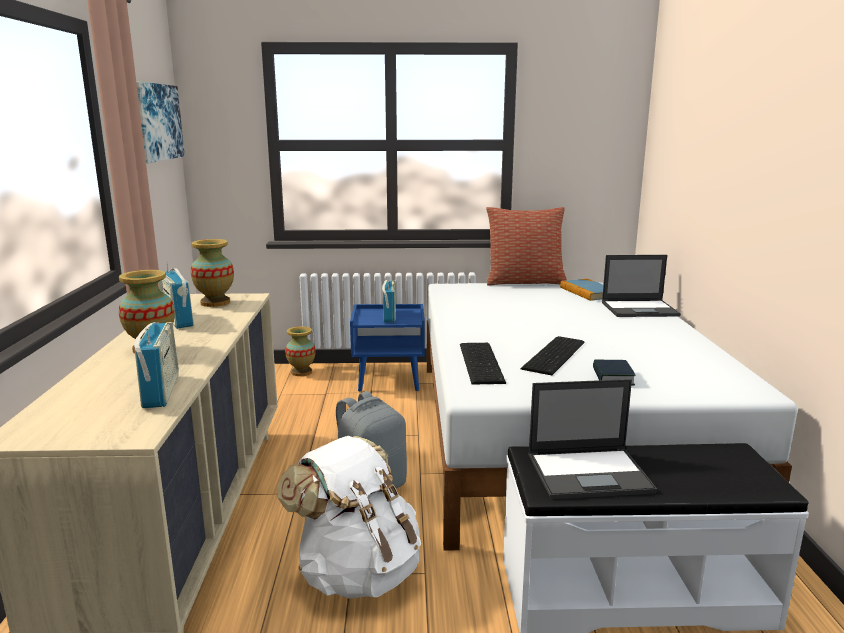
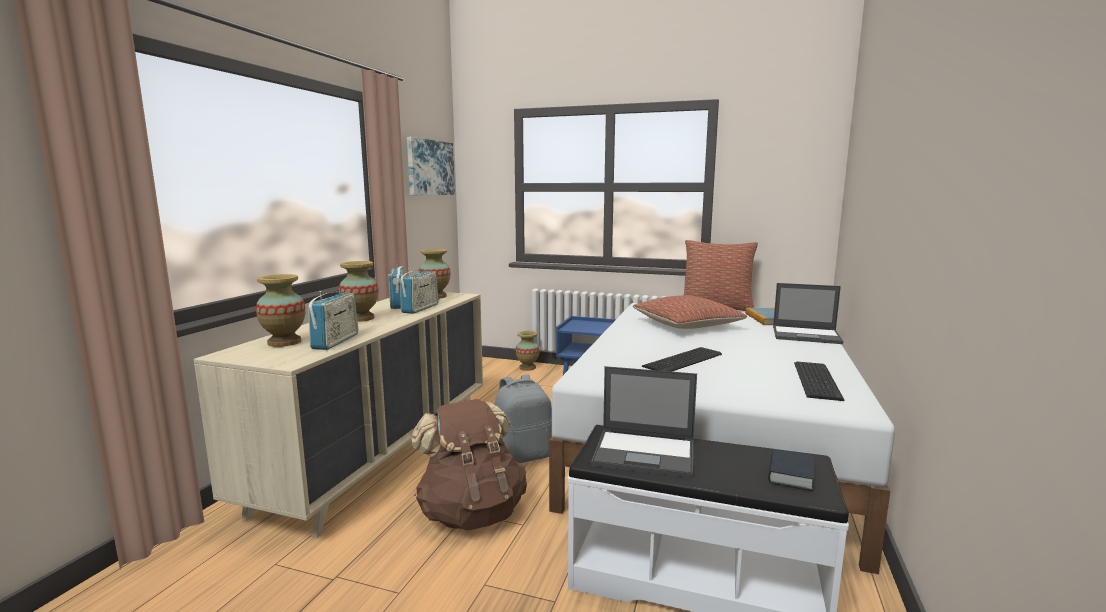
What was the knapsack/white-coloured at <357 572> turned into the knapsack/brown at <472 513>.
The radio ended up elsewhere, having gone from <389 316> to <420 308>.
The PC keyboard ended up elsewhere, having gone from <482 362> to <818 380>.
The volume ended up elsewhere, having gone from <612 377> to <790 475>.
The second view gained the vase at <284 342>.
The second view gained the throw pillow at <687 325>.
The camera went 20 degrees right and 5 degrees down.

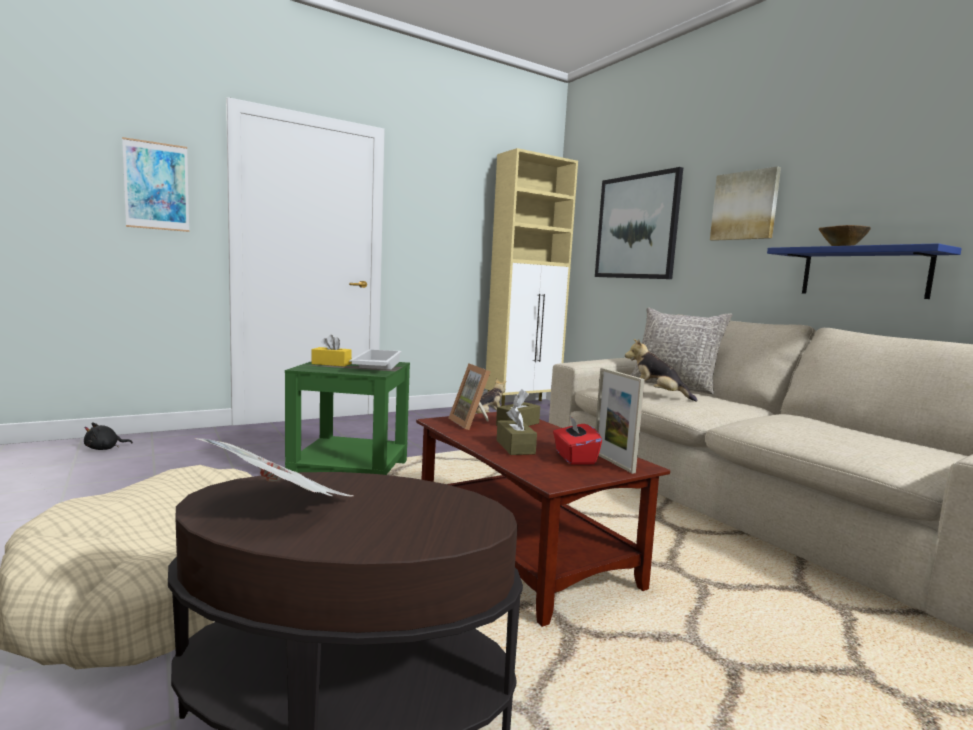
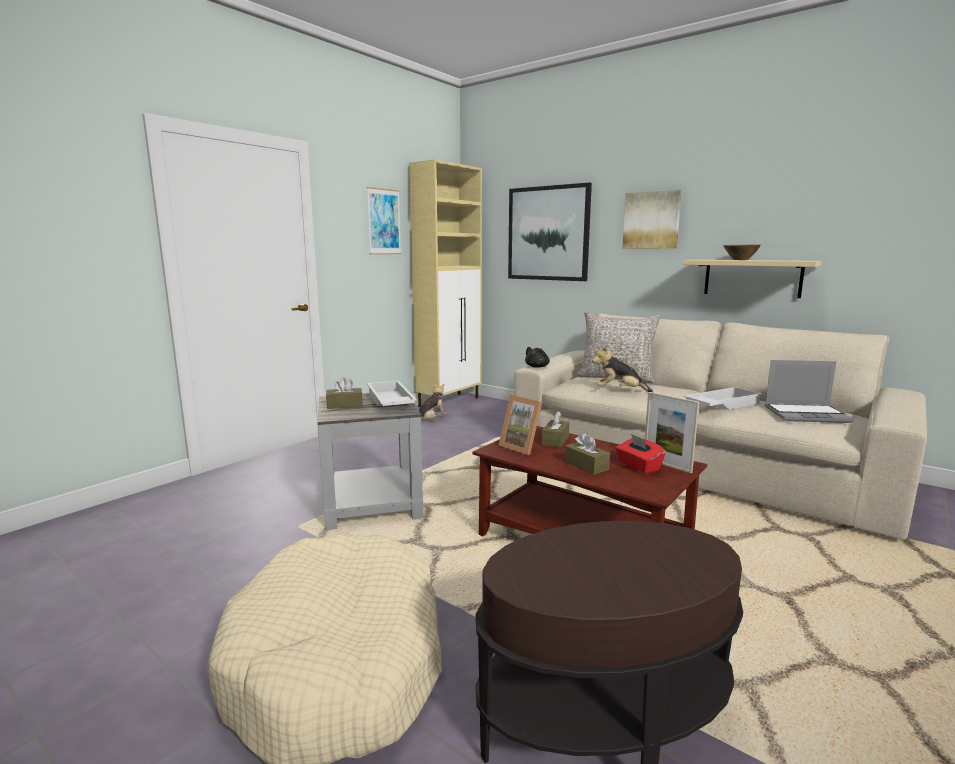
The plush toy/black ended up elsewhere, having gone from <104 449> to <537 367>.
The picture ended up elsewhere, having gone from <157 186> to <384 222>.
The second view lost the newspaper at <279 506>.
What was the accent table/green at <352 472> turned into the accent table/greyish at <372 503>.
What was the tissue box/yellow at <331 364> turned into the tissue box/brown at <345 405>.
What was the shelf/bluish at <864 272> turned into the shelf/beige at <752 278>.
The second view gained the serving tray/white-coloured at <722 404>.
The second view gained the notebook computer at <807 414>.
The camera went 20 degrees left and 5 degrees up.

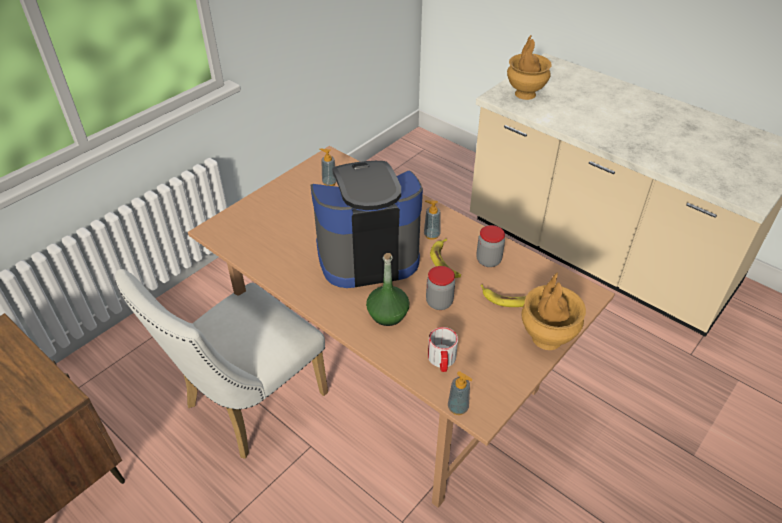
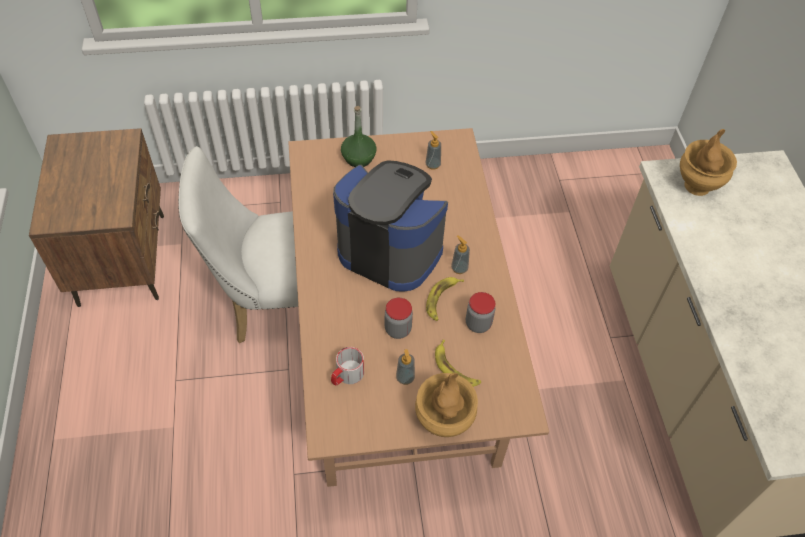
The beverage bottle/green ended up elsewhere, having gone from <387 314> to <358 158>.
The soap bottle ended up elsewhere, having gone from <458 408> to <405 378>.
The camera went 40 degrees right and 10 degrees up.

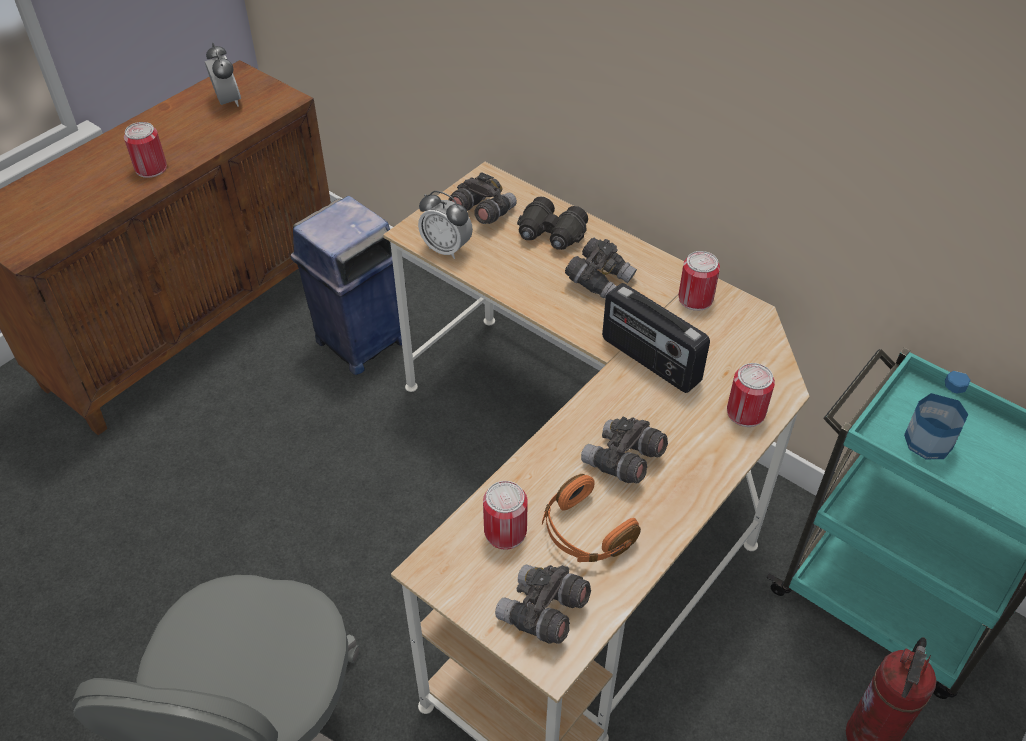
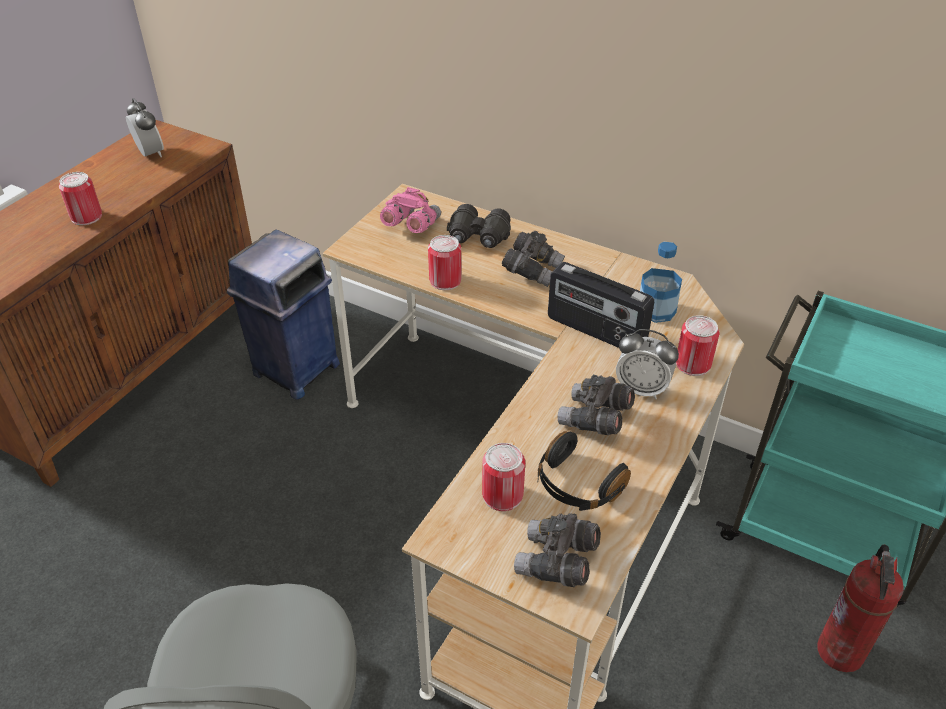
The table clock ended up elsewhere, having gone from <446 249> to <642 388>.
What was the pair of binoculars/greyish at <482 213> turned into the pair of binoculars/pink at <411 226>.
What was the headphones/orangey at <585 533> turned into the headphones/black at <577 485>.
The can ended up elsewhere, having gone from <695 298> to <445 280>.
The beverage bottle ended up elsewhere, having gone from <928 441> to <656 310>.
The camera went 10 degrees left and 5 degrees down.

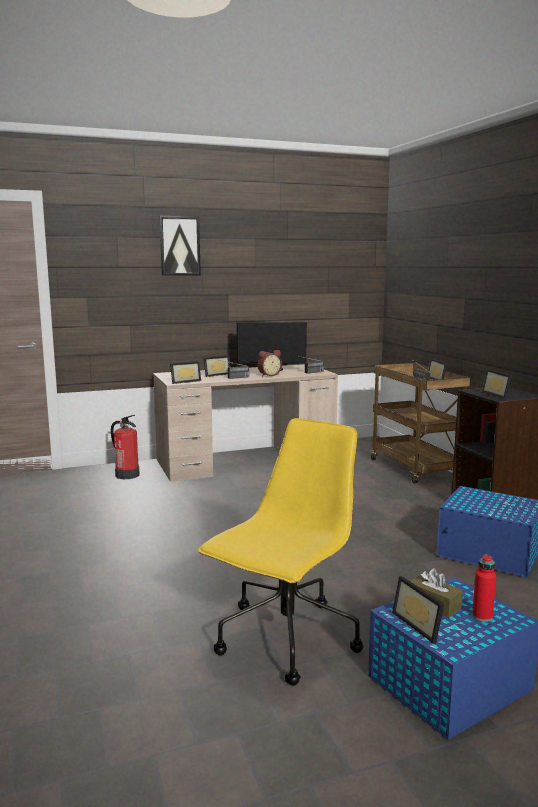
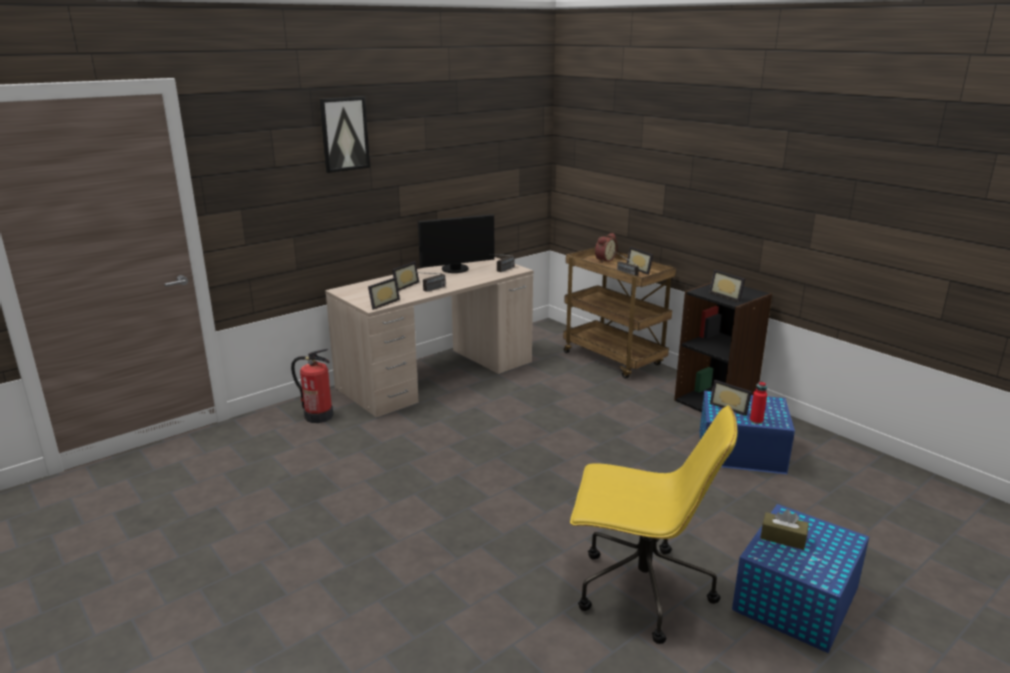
The office chair/yellow at <286 640> ended up facing another way, 90 degrees clockwise from before.
The table clock ended up elsewhere, having gone from <269 375> to <604 260>.
The photo frame ended up elsewhere, having gone from <421 625> to <730 407>.
The beverage bottle/red ended up elsewhere, having gone from <482 616> to <756 421>.
The camera went 20 degrees left and 10 degrees up.

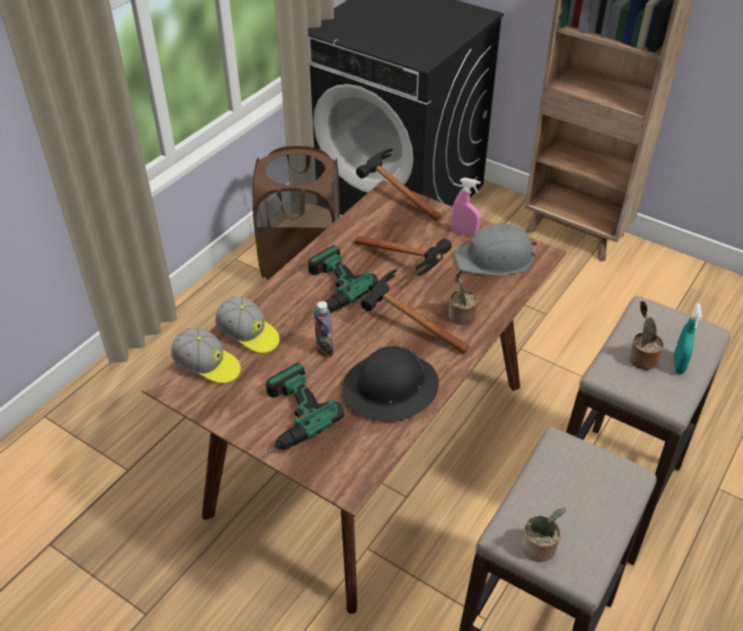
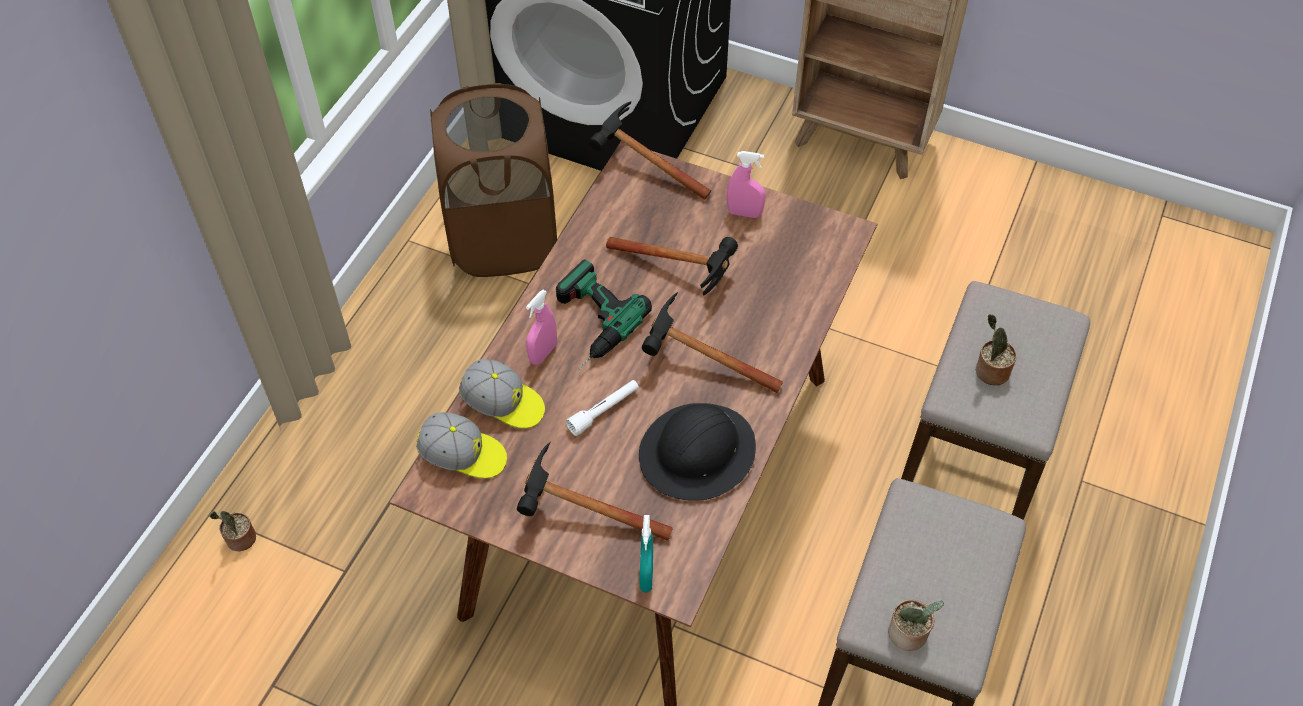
Where the power drill stood at <284 418>, the hammer came to stand at <578 514>.
Where the beverage bottle stood at <324 349>, the flashlight/white-coloured came to stand at <604 411>.
The houseplant ended up elsewhere, having gone from <461 317> to <240 540>.
The second view lost the hard hat/greyish at <495 258>.
The spray bottle/turquoise-coloured ended up elsewhere, having gone from <678 364> to <646 575>.
The second view gained the spray bottle/pink at <543 353>.
The camera went 10 degrees left and 10 degrees up.

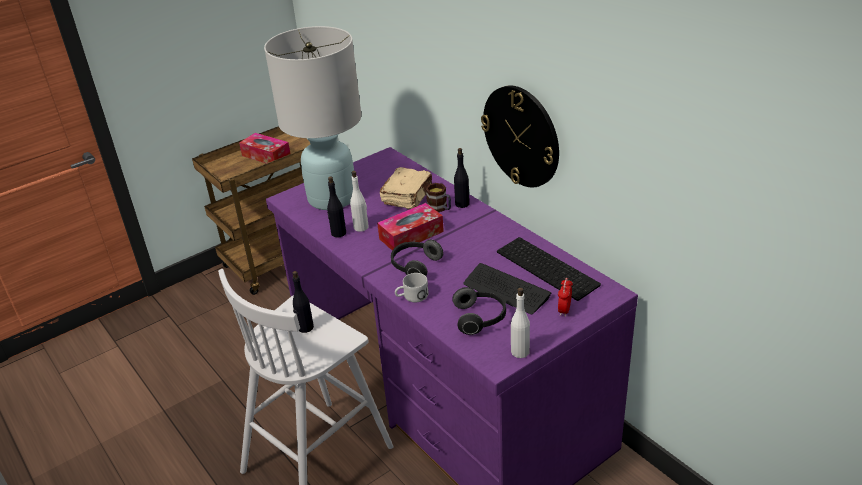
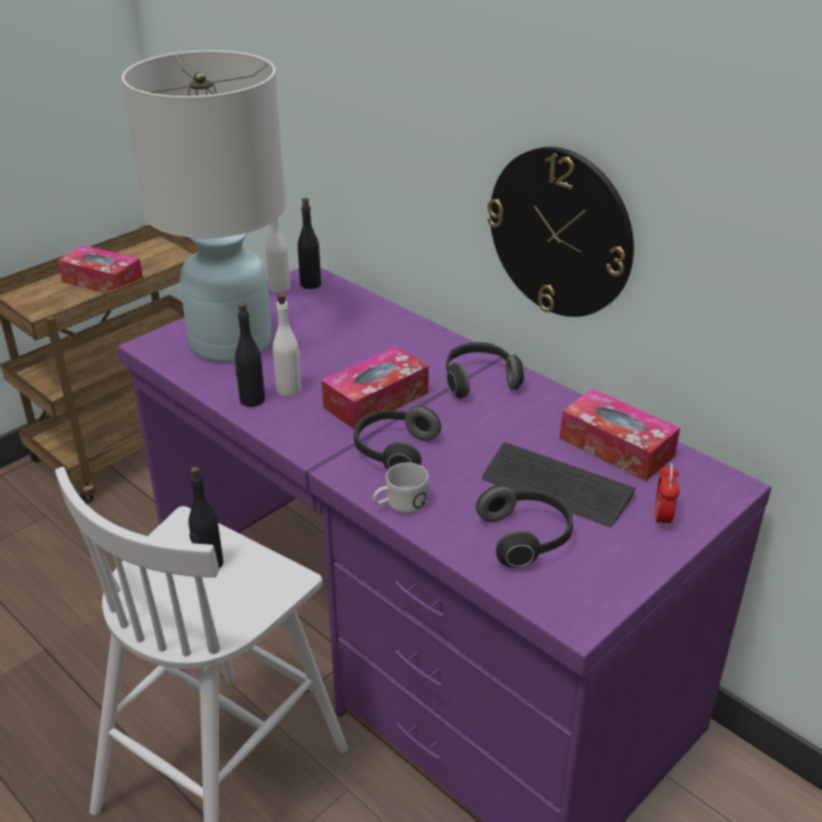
The second view lost the volume/beige at <408 196>.
The second view lost the coffee mug at <440 208>.
The beverage bottle/black ended up elsewhere, having gone from <462 204> to <310 284>.
Where the PC keyboard stood at <549 268>, the tissue box came to stand at <616 447>.
The beverage bottle/white-coloured ended up elsewhere, having gone from <520 351> to <279 287>.
The second view gained the headphones at <479 381>.
The camera went 10 degrees left and 0 degrees up.

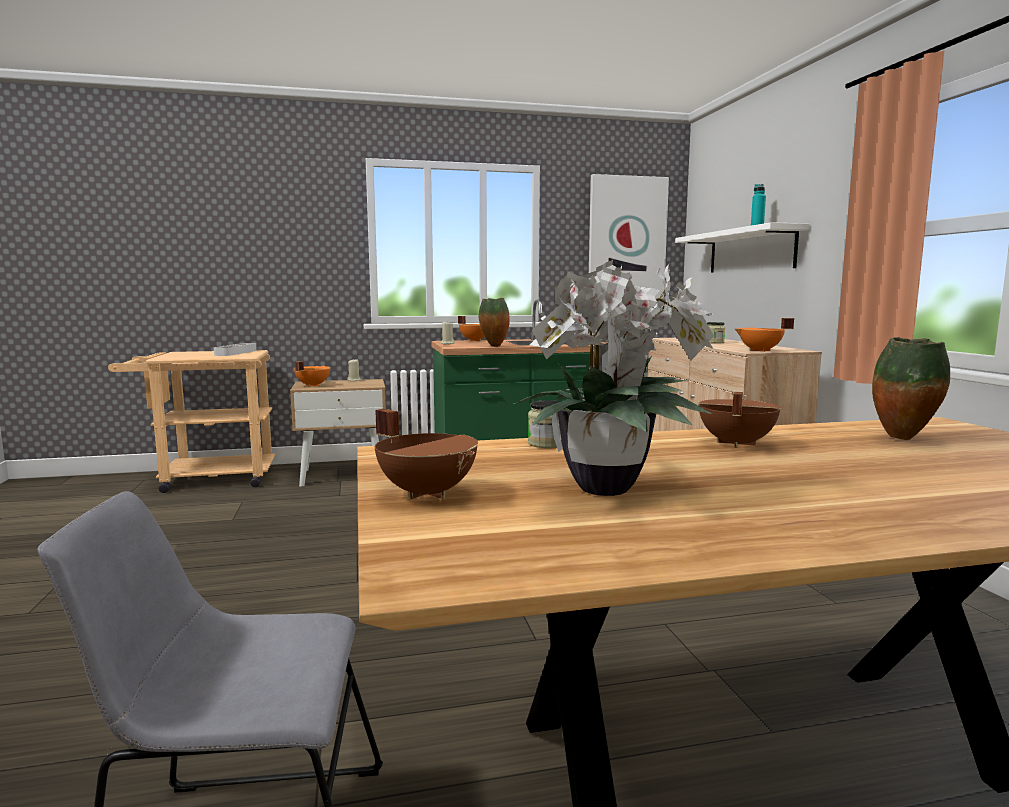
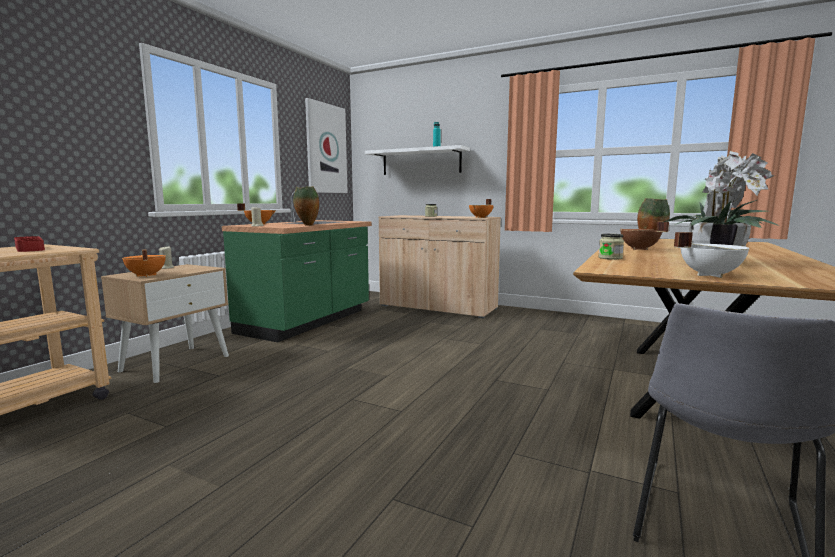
What was the serving tray/greyish at <236 353> turned into the serving tray/red at <29 248>.
What was the stockpot/brown at <428 492> turned into the stockpot/white-coloured at <709 275>.
The camera went 50 degrees left and 0 degrees up.

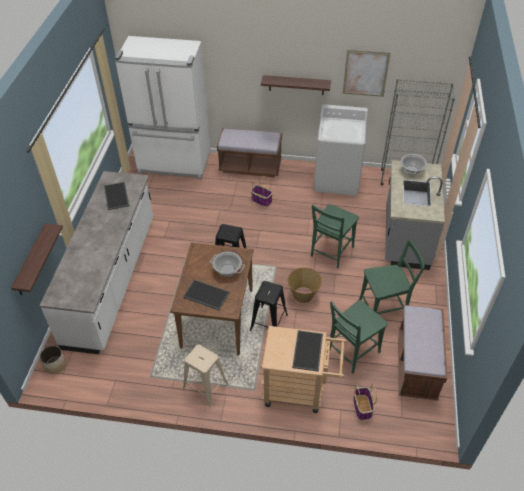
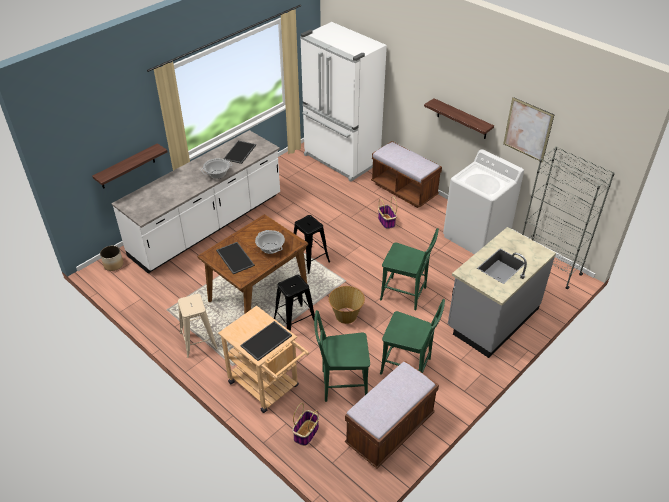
The chair/green at <330 253> ended up facing another way, 135 degrees counterclockwise from before.
The stockpot ended up elsewhere, having gone from <412 170> to <217 174>.
The camera went 35 degrees right and 5 degrees down.

